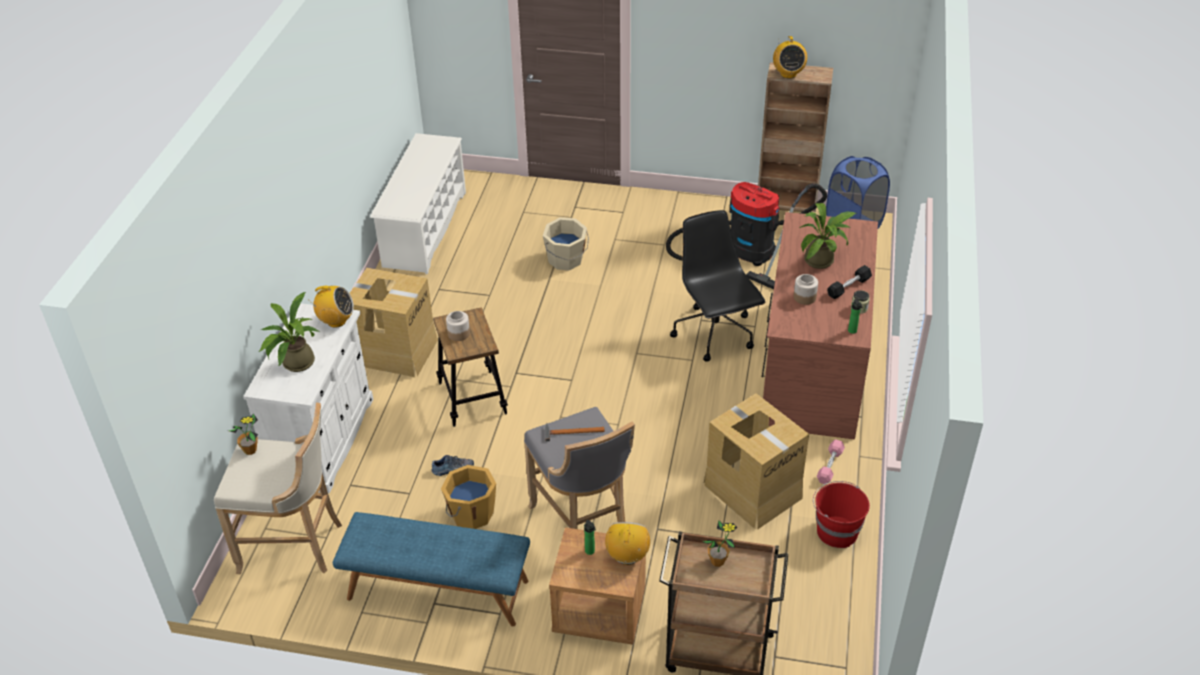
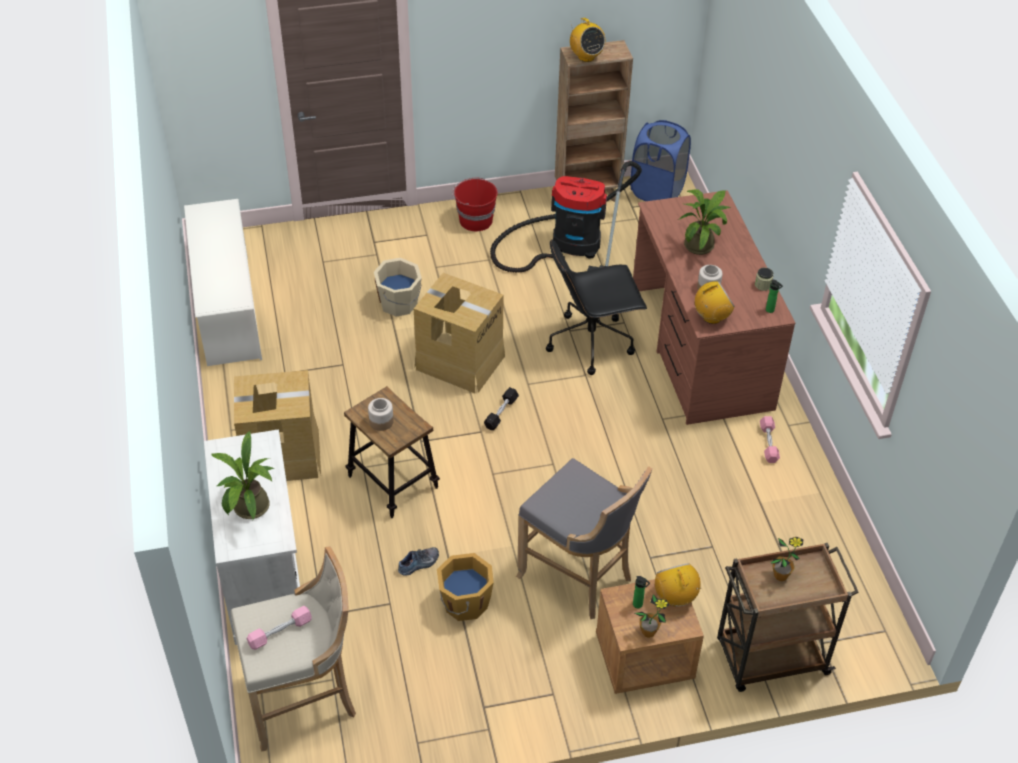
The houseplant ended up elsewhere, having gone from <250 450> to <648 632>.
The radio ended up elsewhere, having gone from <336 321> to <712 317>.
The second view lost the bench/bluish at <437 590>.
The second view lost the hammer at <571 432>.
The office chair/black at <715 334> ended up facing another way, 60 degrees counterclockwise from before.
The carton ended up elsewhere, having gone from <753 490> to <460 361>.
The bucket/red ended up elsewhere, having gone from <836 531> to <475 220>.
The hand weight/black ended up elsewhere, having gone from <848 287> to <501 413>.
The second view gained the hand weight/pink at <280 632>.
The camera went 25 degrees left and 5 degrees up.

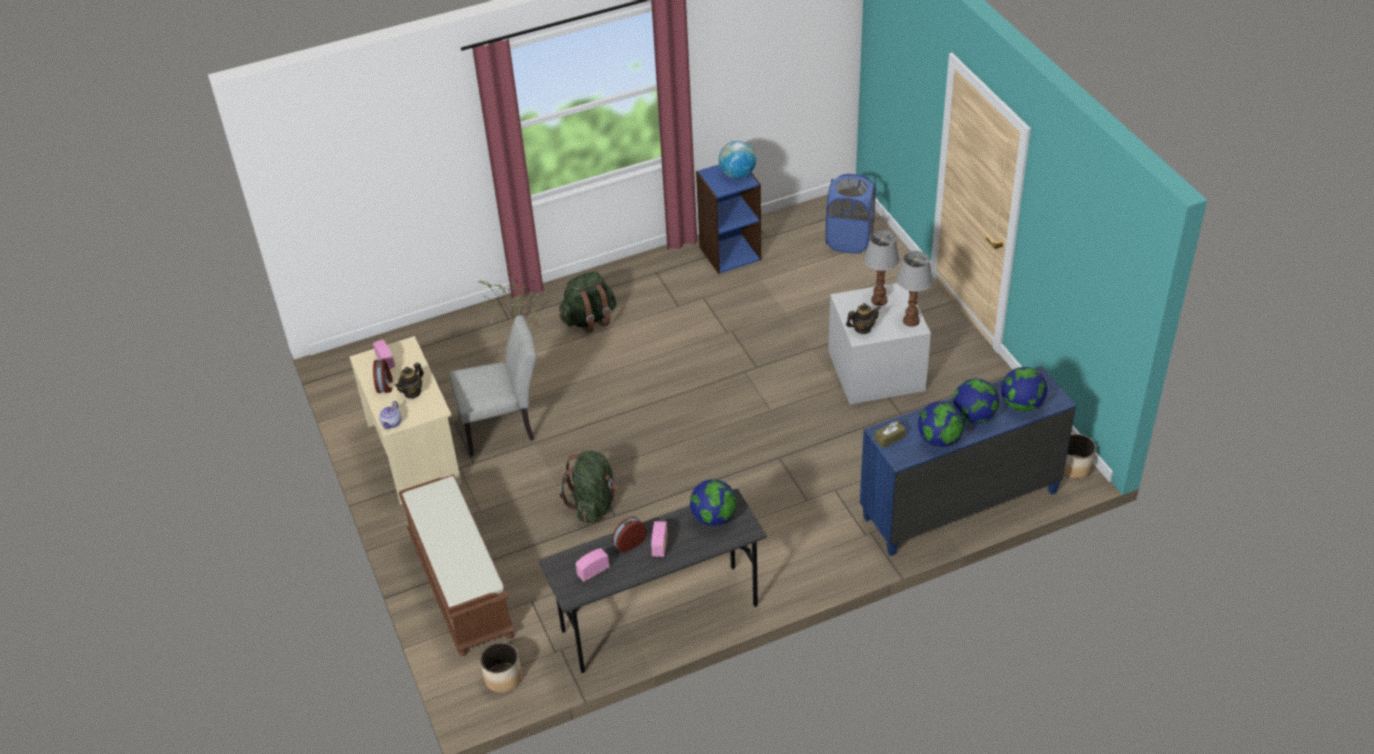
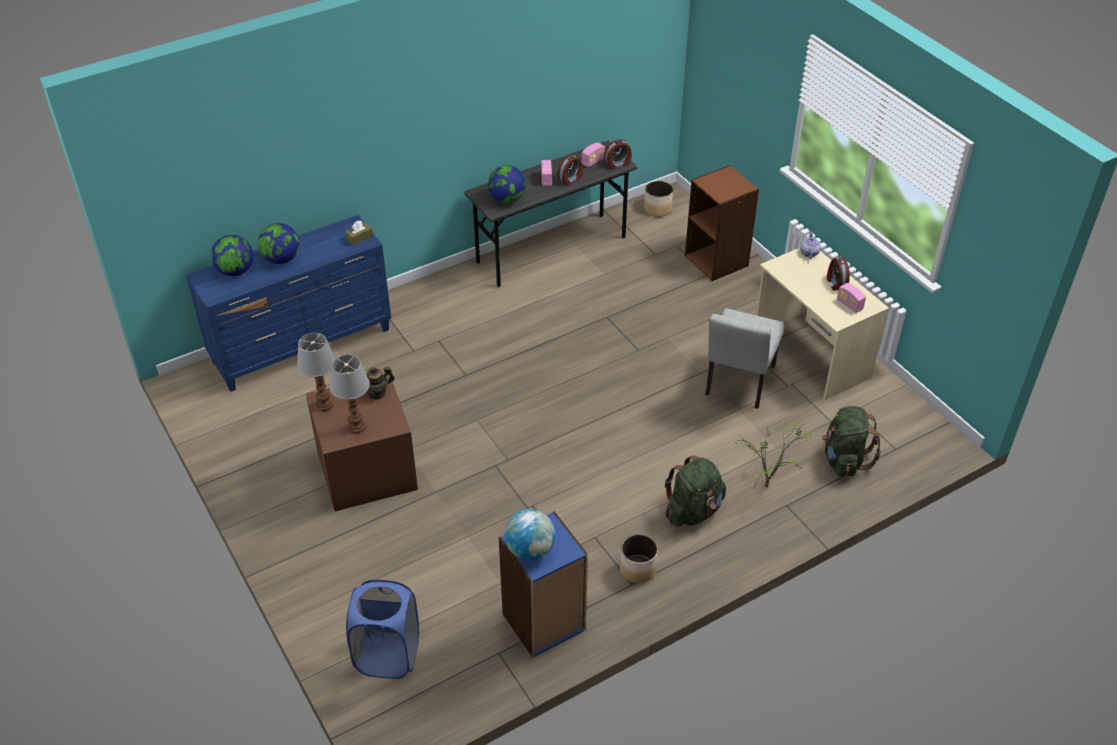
The second view lost the teapot at <412 392>.
Where the bench/brown stood at <459 584>, the bookshelf/brown came to stand at <717 260>.
The chair/greyish at <503 427> ended up facing another way, 45 degrees counterclockwise from before.
The knapsack/green ended up elsewhere, having gone from <593 504> to <844 459>.
What was the storage bin/greyish at <878 371> turned into the storage bin/brown at <365 469>.
The second view lost the world globe at <939 439>.
The flower pot ended up elsewhere, having gone from <1074 467> to <637 569>.
The second view gained the table clock at <618 164>.
The camera went 170 degrees right and 0 degrees up.

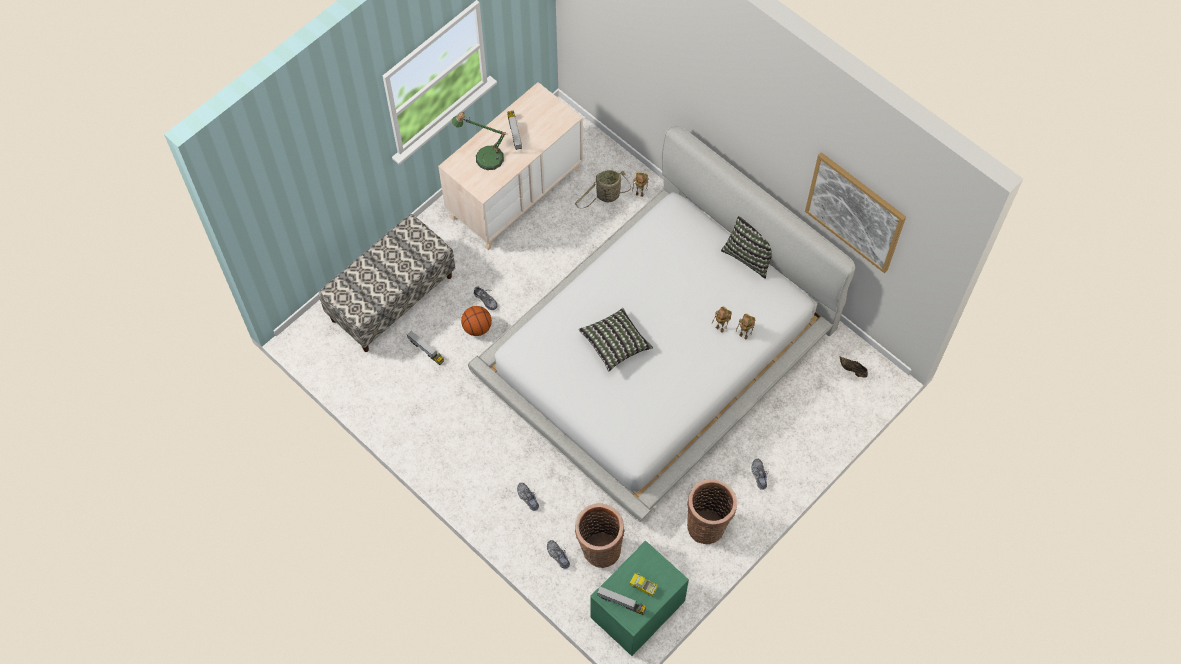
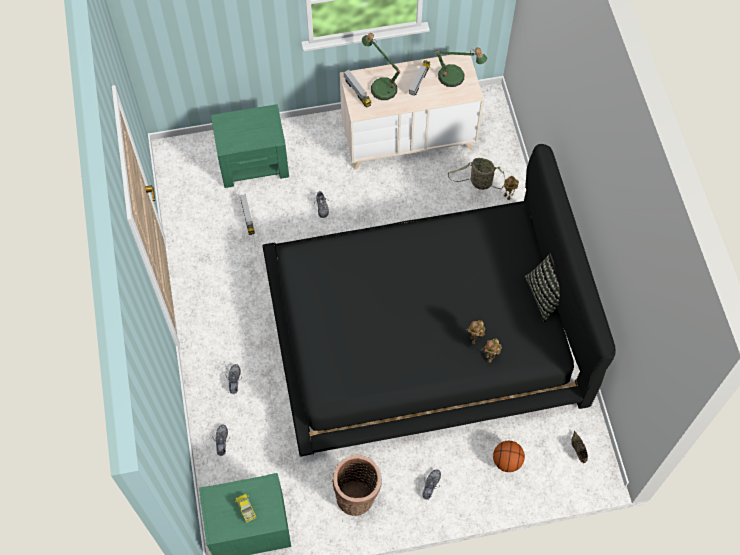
Where the bench stood at <392 298>, the night table/green came to stand at <254 162>.
The ball for basketball ended up elsewhere, having gone from <477 327> to <507 461>.
What was the sleeping bed/white-coloured at <657 351> turned into the sleeping bed/black at <425 330>.
The second view lost the household basket at <599 549>.
The second view lost the throw pillow at <615 344>.
The toy lorry ended up elsewhere, having gone from <621 602> to <357 92>.
The second view lost the picture at <855 212>.
The second view gained the tabletop lamp at <455 78>.
The camera went 35 degrees right and 0 degrees up.

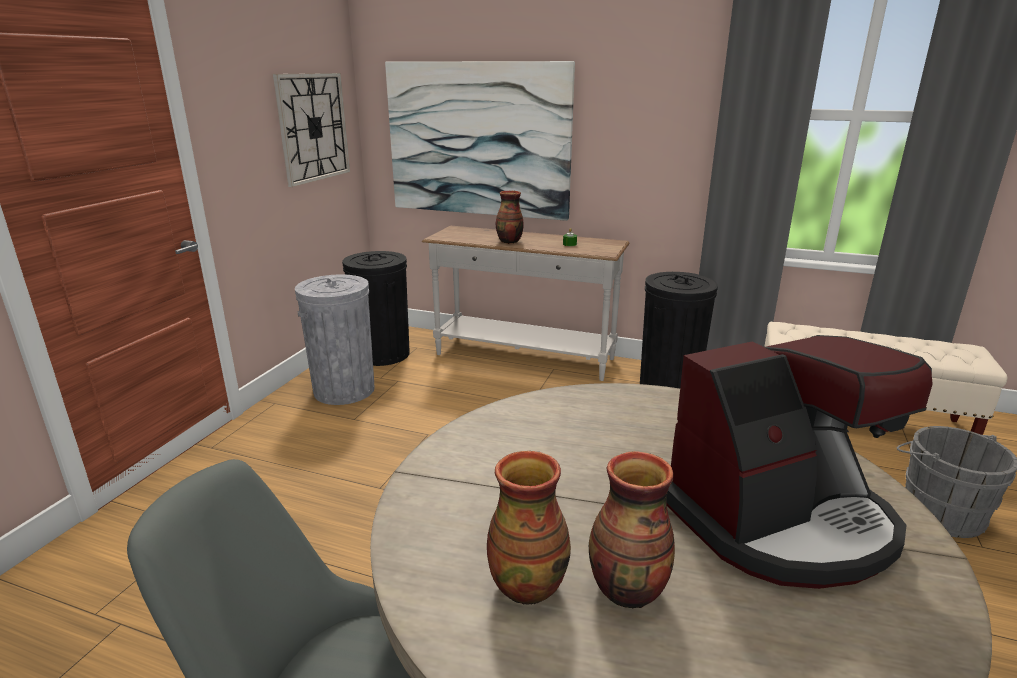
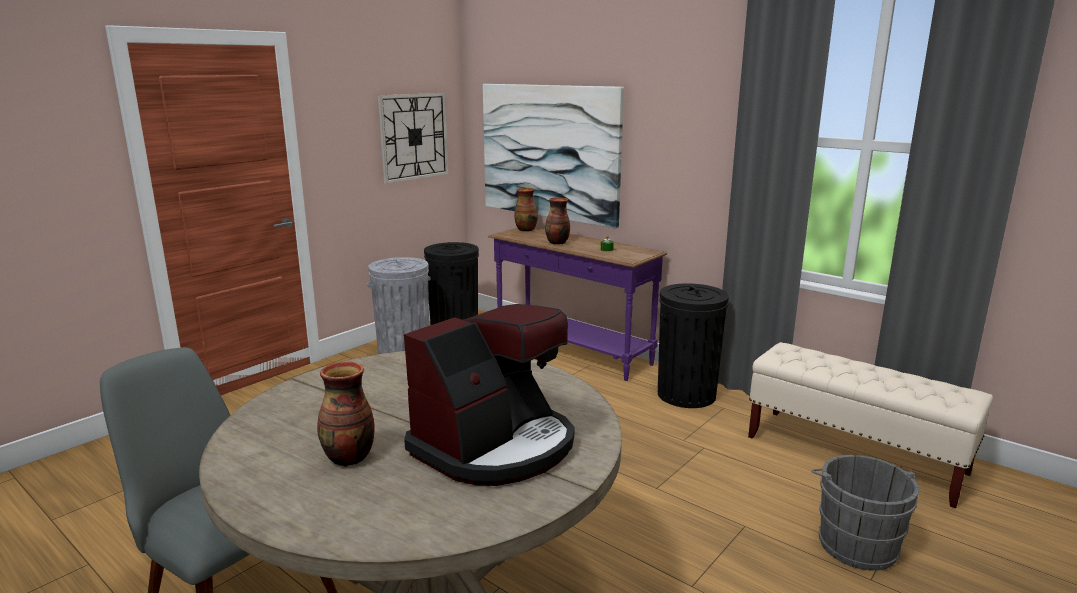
What was the console table/white-coloured at <523 357> turned into the console table/purple-coloured at <571 352>.
The vase ended up elsewhere, having gone from <527 585> to <526 230>.
The coffee maker at <780 520> ended up facing another way, 45 degrees counterclockwise from before.
The camera went 20 degrees right and 5 degrees down.

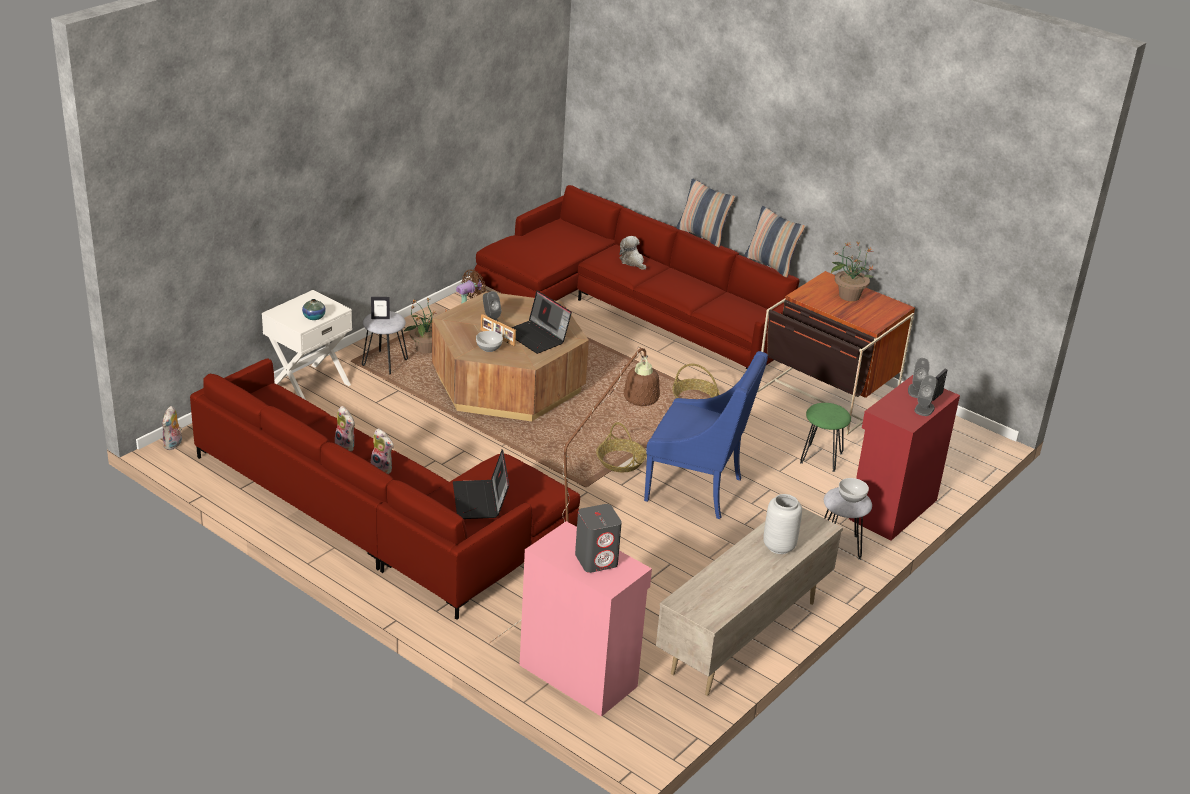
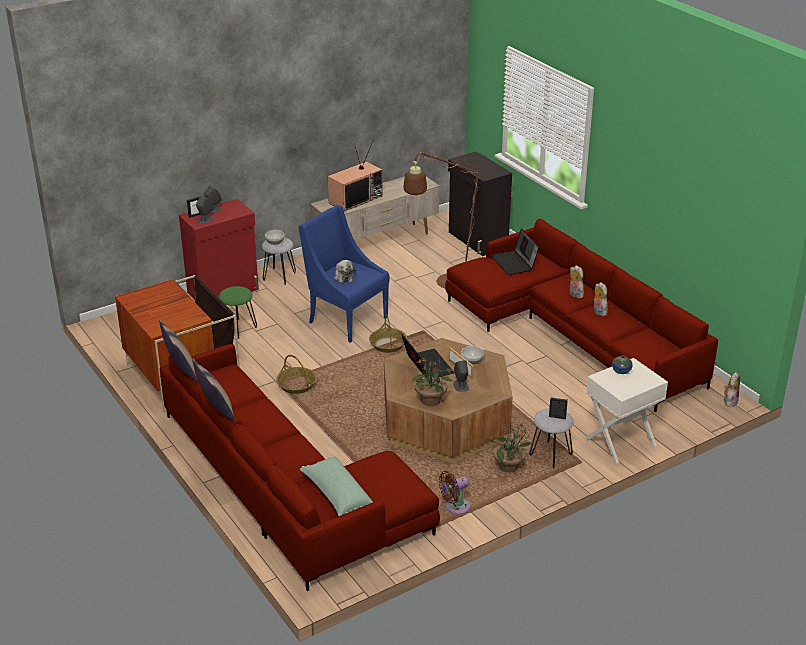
The notebook computer at <481 501> ended up facing another way, 150 degrees clockwise from before.
What was the cupboard/pink at <578 674> turned into the cupboard/black at <477 240>.
The second view lost the audio speaker/greyish at <596 560>.
The plush toy ended up elsewhere, having gone from <632 262> to <343 276>.
Where the vase/greyish stood at <779 547>, the TV came to stand at <355 199>.
The houseplant ended up elsewhere, having gone from <848 295> to <431 401>.
The second view gained the throw pillow/green at <336 495>.
The camera went 160 degrees left and 0 degrees up.

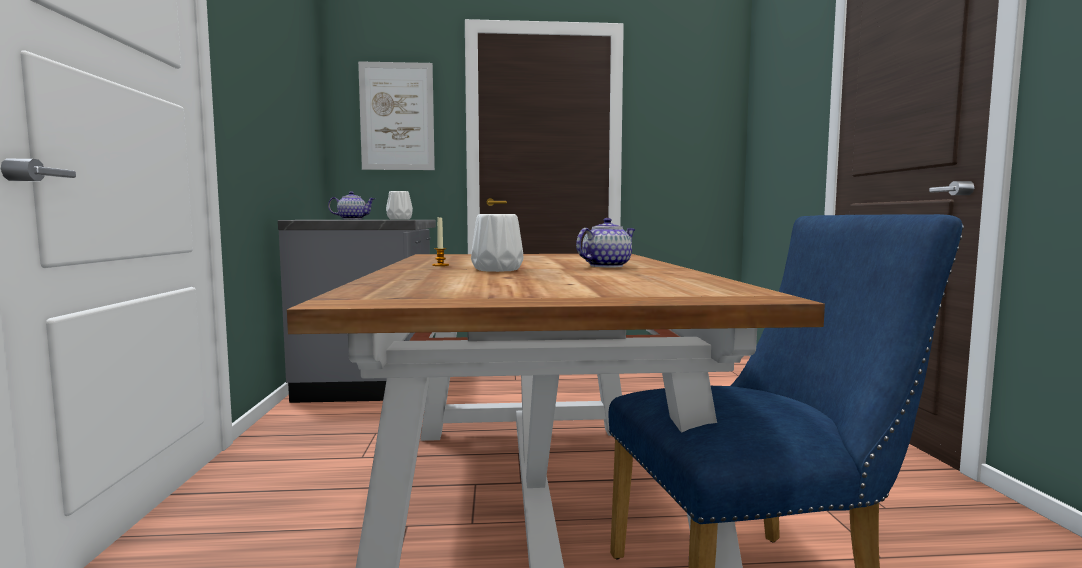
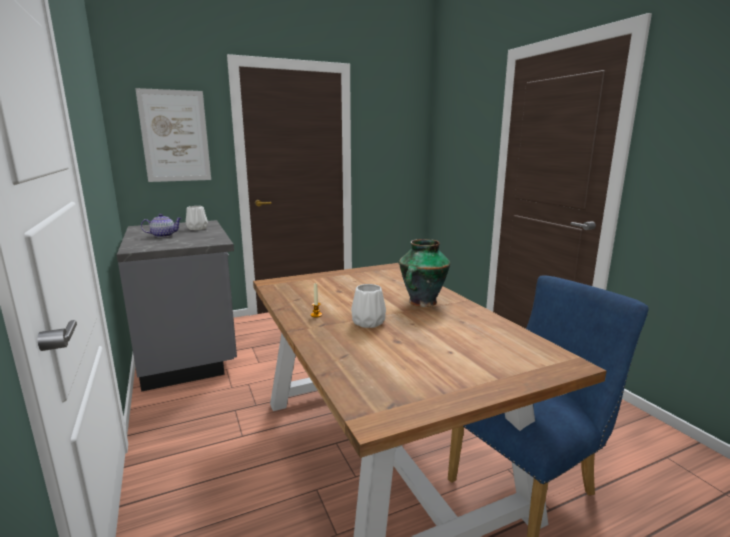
Where the teapot stood at <605 266>, the vase came to stand at <422 302>.
The camera went 20 degrees left and 10 degrees up.

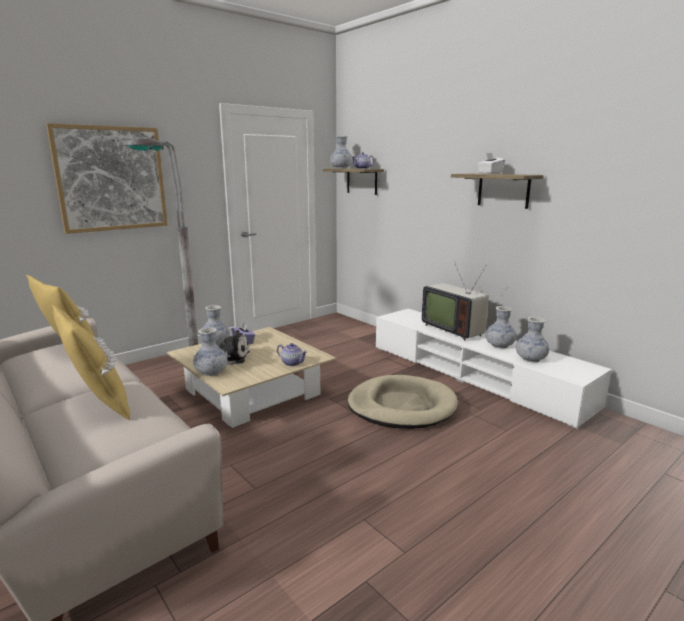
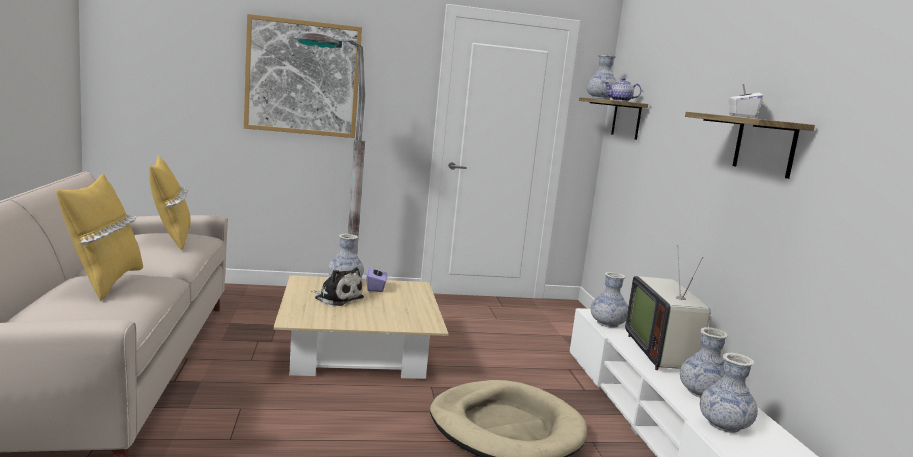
The vase ended up elsewhere, having gone from <211 372> to <607 324>.
The second view lost the teapot at <292 363>.
The camera went 30 degrees right and 5 degrees down.

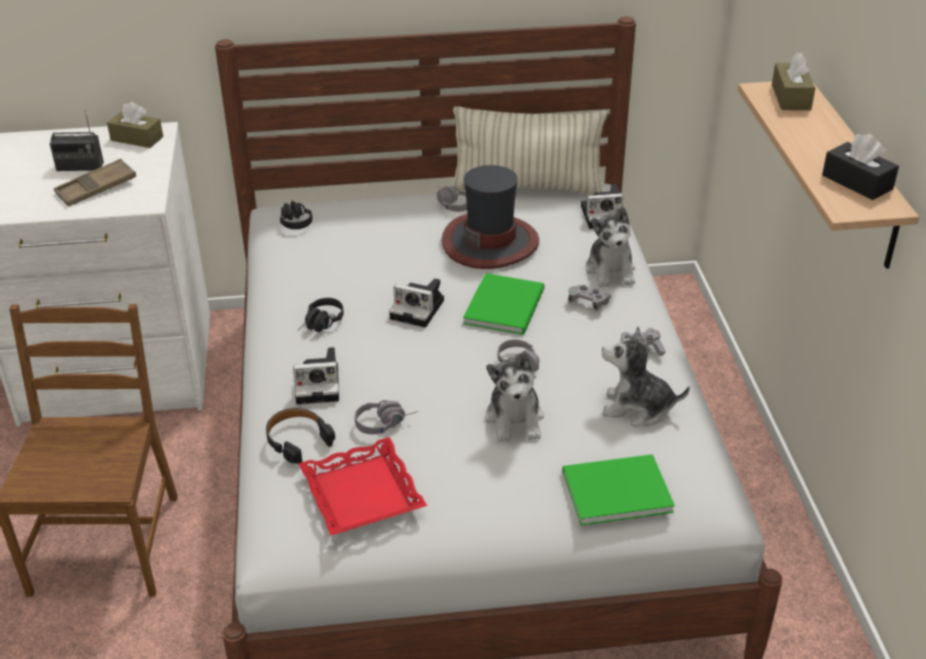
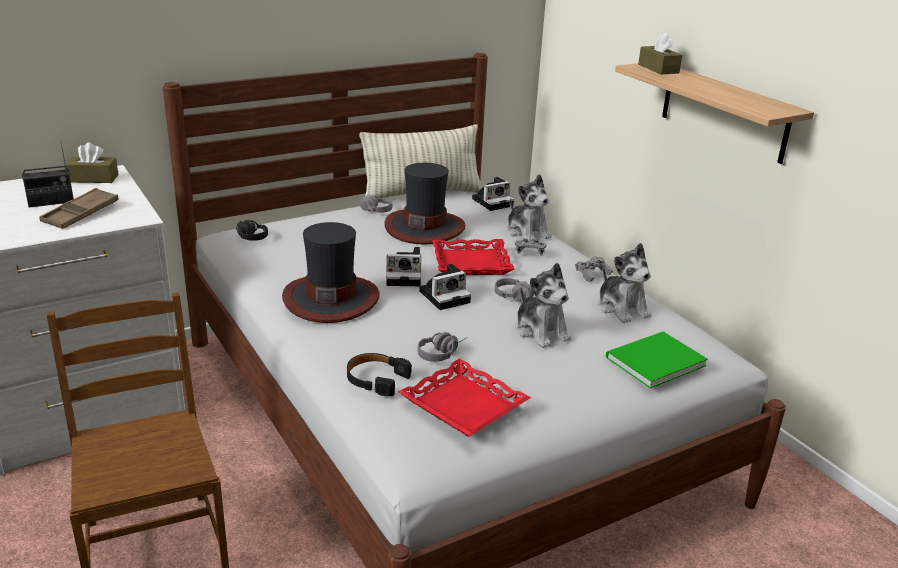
The still camera ended up elsewhere, having gone from <320 384> to <446 296>.
Where the headphones/black stood at <320 325>, the clothing hat came to stand at <331 298>.
Where the volume/green stood at <507 305>, the serving tray/red came to stand at <471 262>.
The plush toy at <637 408> ended up facing another way, 105 degrees counterclockwise from before.
The second view lost the tissue box/black at <857 182>.
The camera went 25 degrees left and 10 degrees down.

